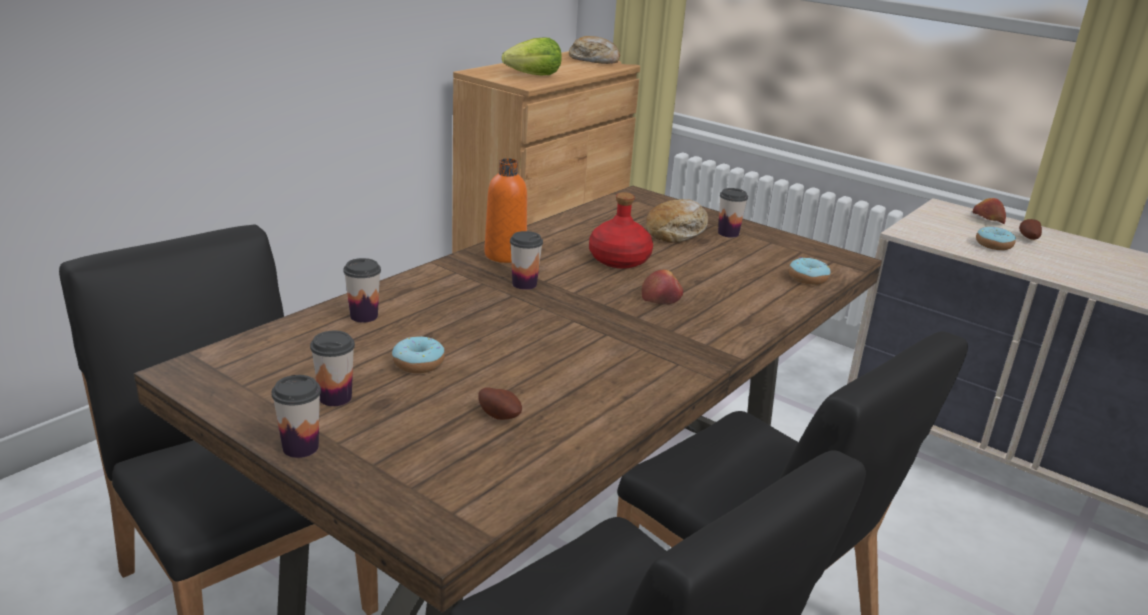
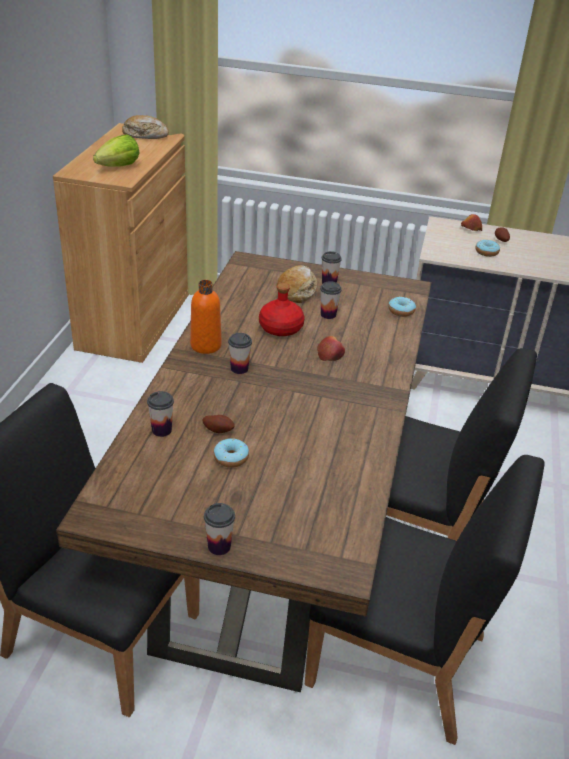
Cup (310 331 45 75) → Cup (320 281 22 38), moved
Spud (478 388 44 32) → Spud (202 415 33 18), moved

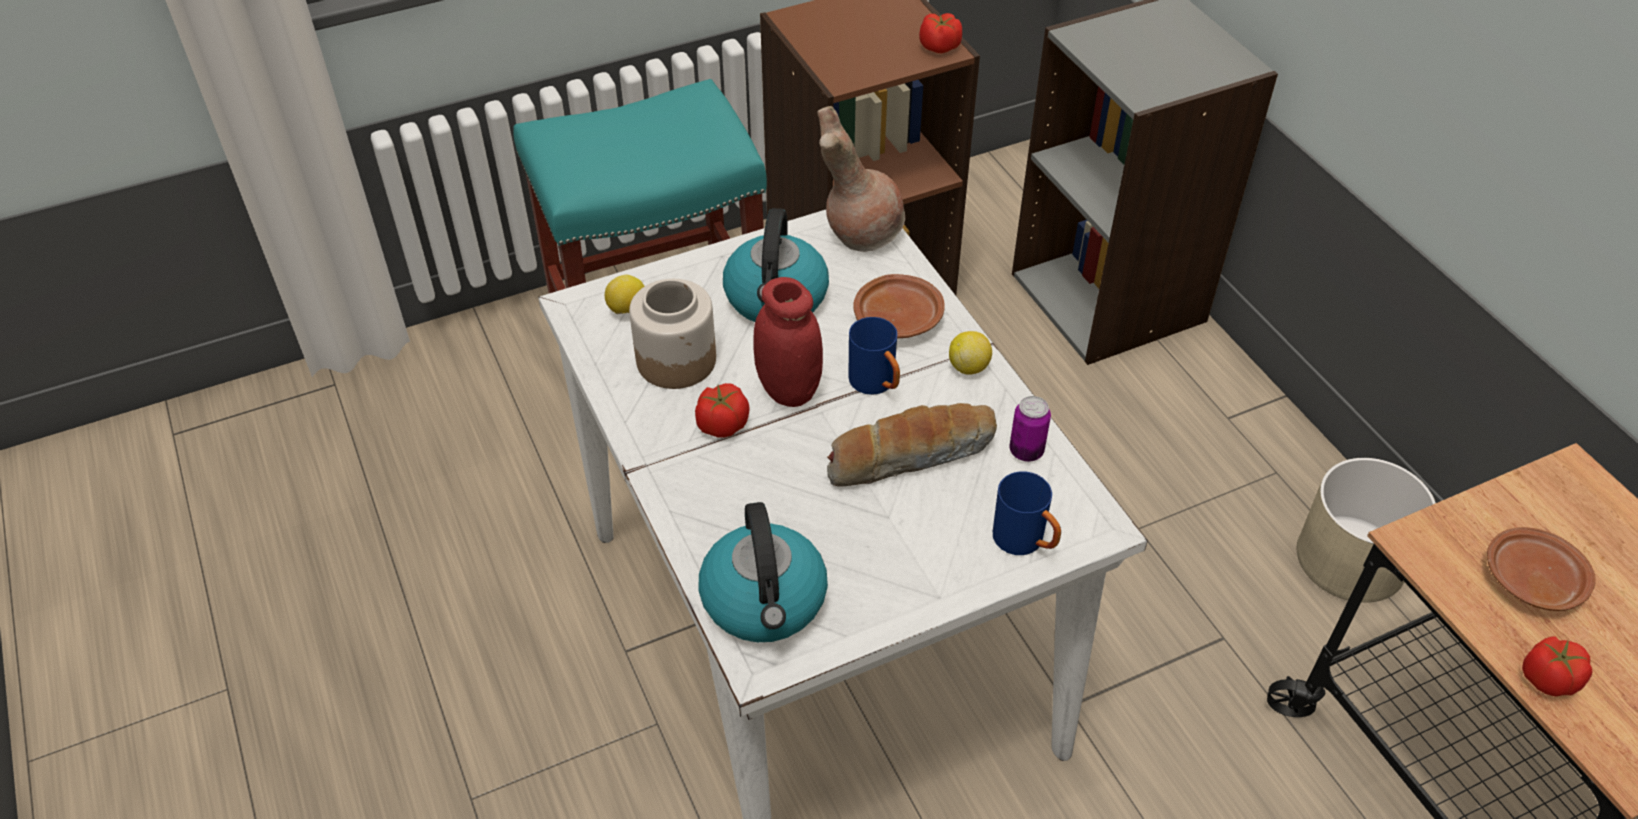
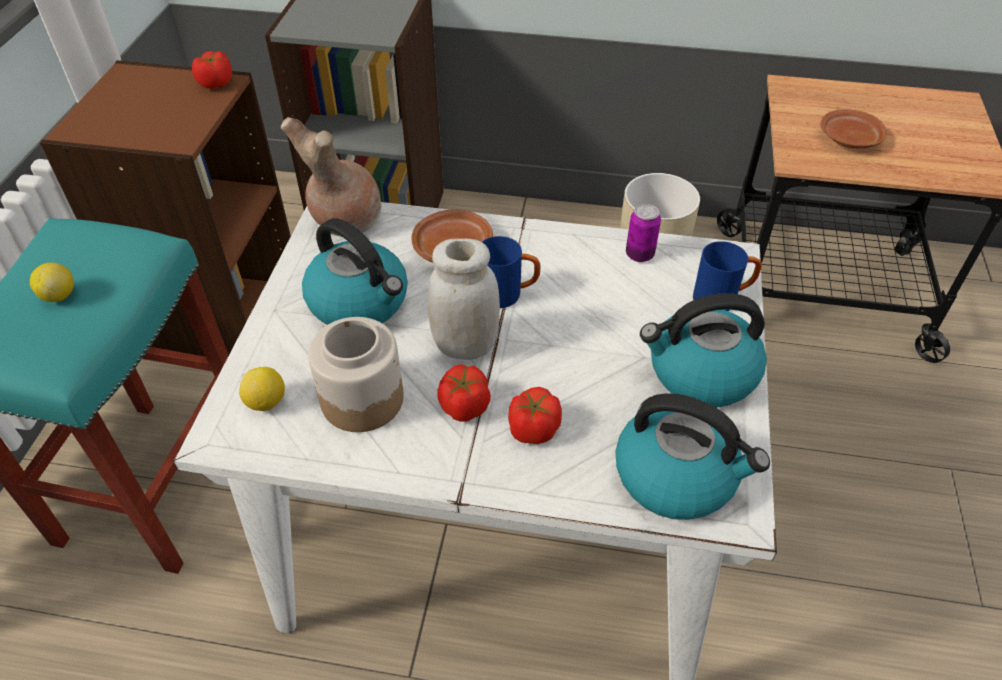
BakeryBread (827 403 170 84) → -
- → WaterKettle (640 293 127 114)
Lemon (949 331 43 44) → Lemon (30 262 44 40), moved
FreshTomato (1522 636 71 61) → FreshTomato (508 387 54 57), moved
ReddishJar (753 277 70 130) → WhiteColouredJar (428 239 72 121)

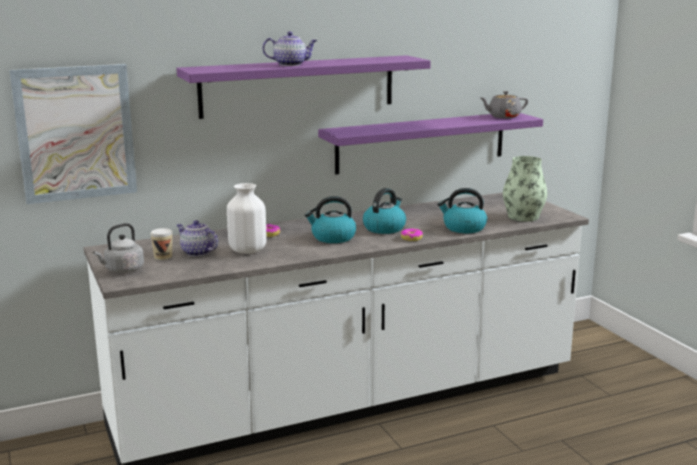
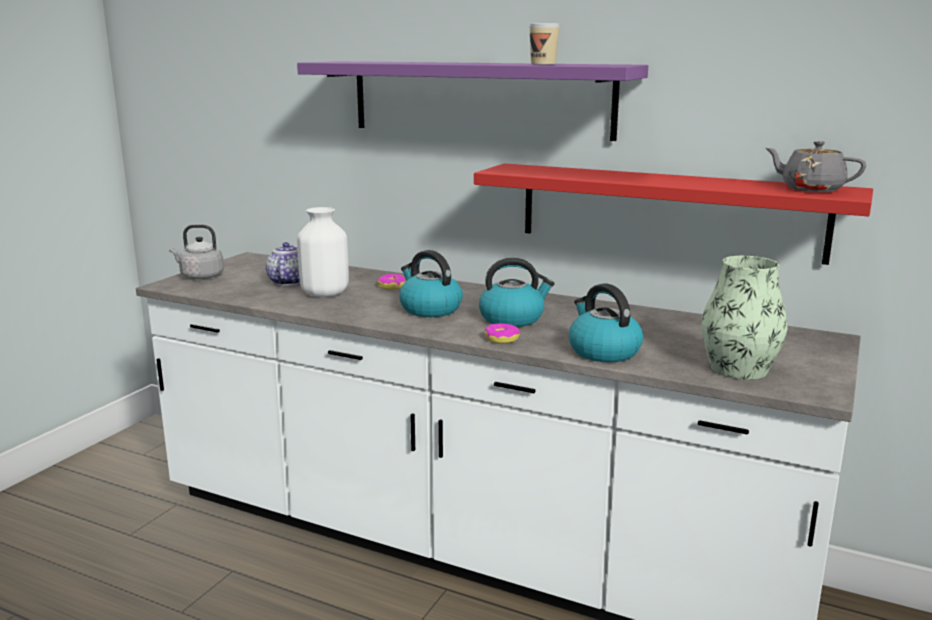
Picture (9 64 128 140) → -
TeaPot (262 32 55 34) → -
Cup (150 228 22 32) → Cup (529 23 31 42), moved
PurplishWallShelf (318 113 225 62) → ReddishWallShelf (474 163 399 102)

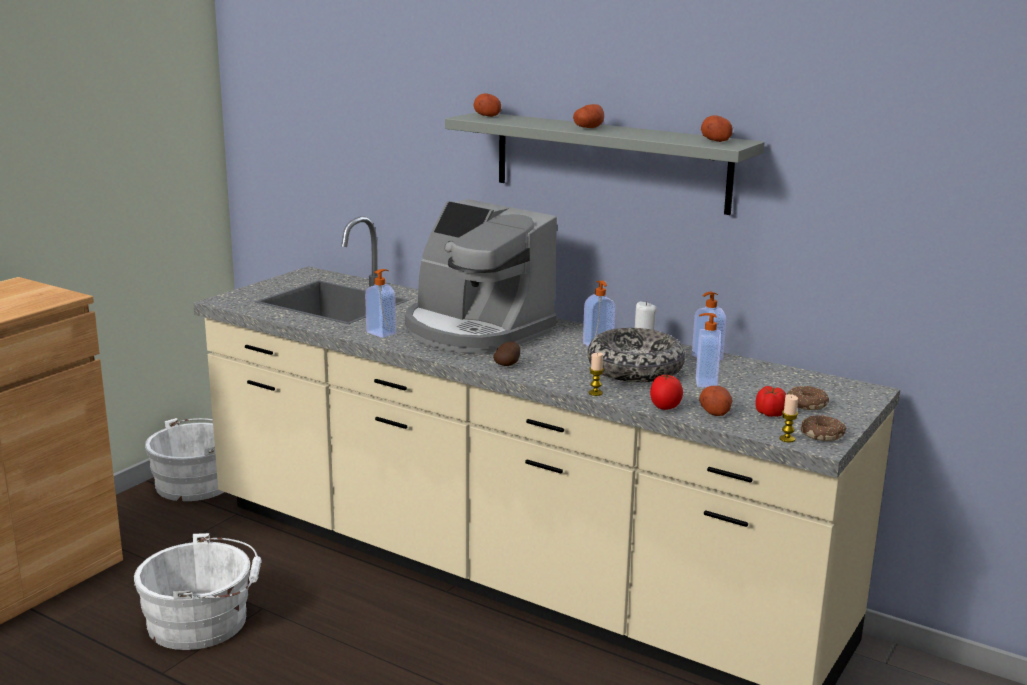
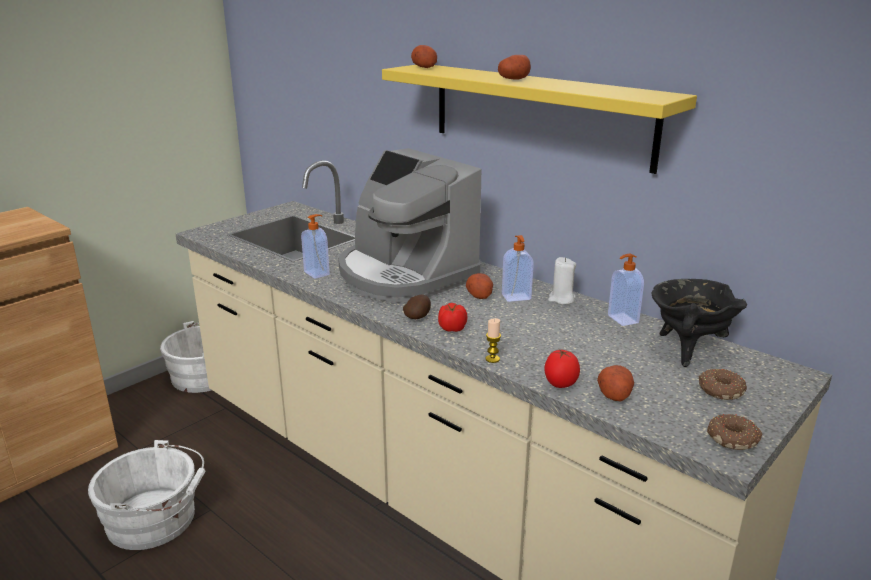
Bowl (588 328 97 54) → -
SoapDispenser (696 313 25 75) → -
WaxCandle (779 394 19 48) → -
- → BlackishSaucepot (652 279 95 88)
Spud (701 115 32 27) → Spud (466 273 27 26), moved
FreshTomato (755 386 31 31) → FreshTomato (438 303 29 29), moved
GreyishWallShelf (445 112 320 103) → YellowColouredWallShelf (382 65 315 109)

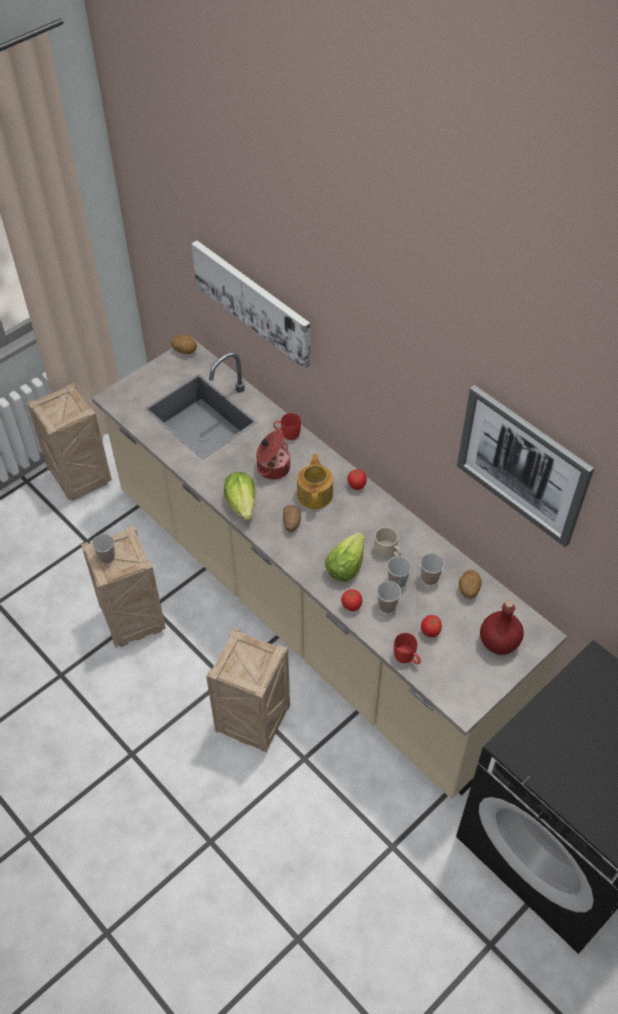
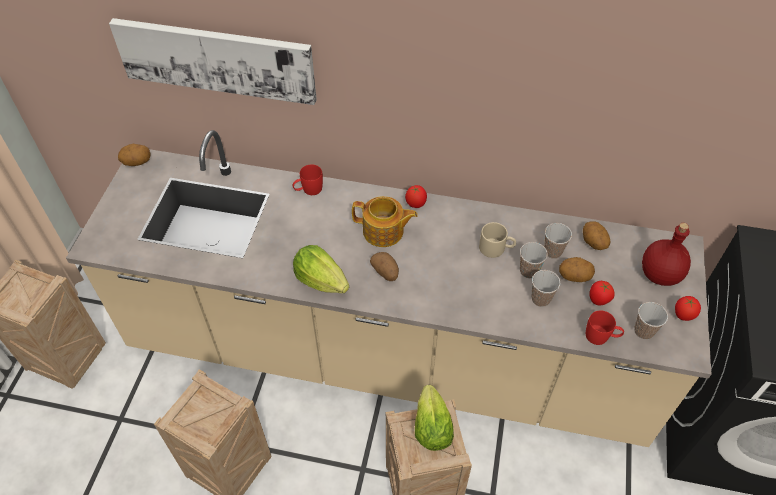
Saucepot (256 430 35 50) → -
Picture (457 385 137 162) → -
- → Spud (559 257 36 25)
Cup (92 534 23 30) → Cup (634 302 34 38), moved
Lettuce (325 532 40 50) → Lettuce (415 385 39 66), moved
FreshTomato (341 589 21 22) → FreshTomato (675 296 26 25), moved
TeaPot (297 454 36 55) → TeaPot (352 196 66 51), 135 degrees clockwise

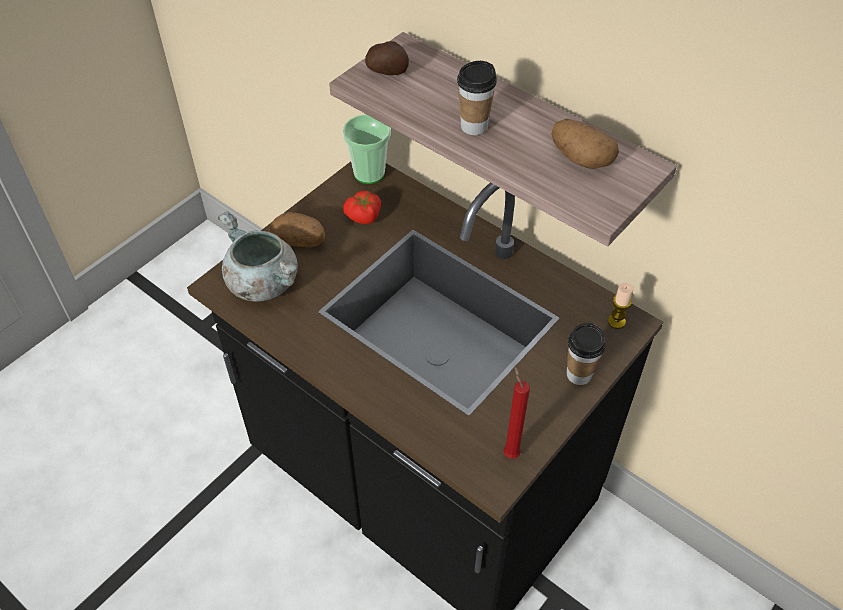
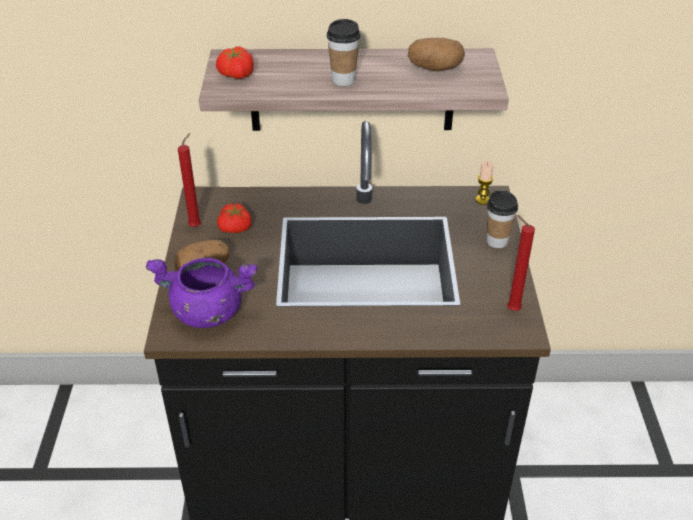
Cup (342 114 49 70) → -
- → ReddishWaxCandle (178 133 23 94)
Spud (365 41 44 34) → FreshTomato (216 46 38 33)
GreyishSaucepot (218 211 80 91) → PurplishSaucepot (146 258 111 70)

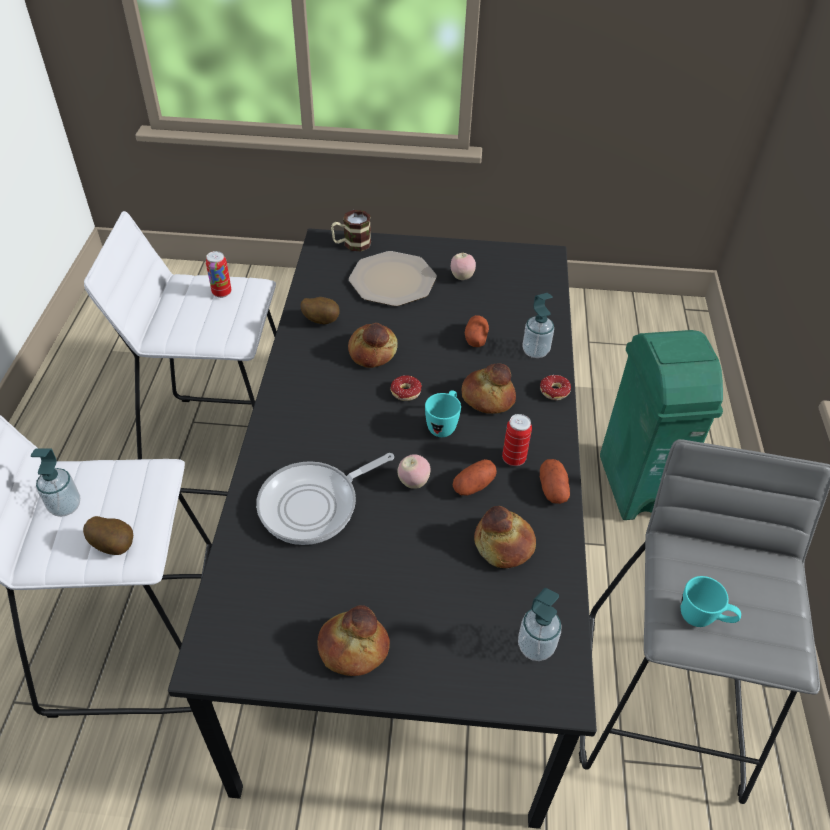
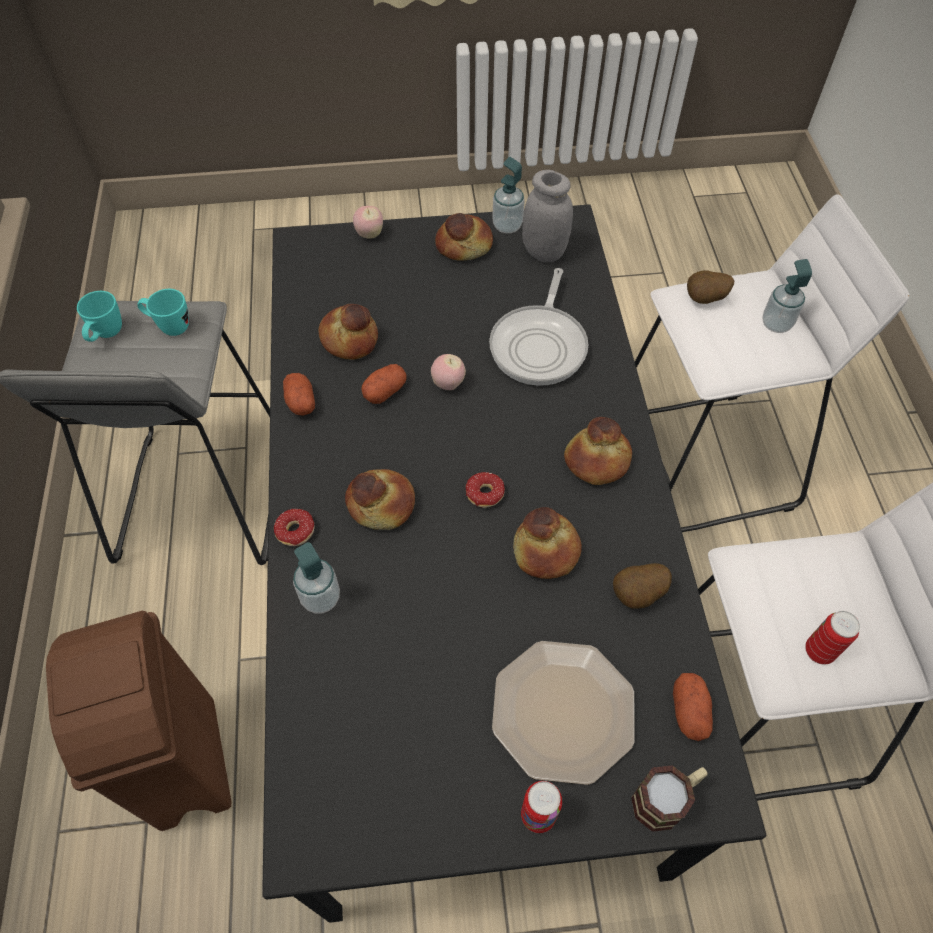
- → GreyishJar (522 170 51 92)
- → BakeryBread (564 417 68 68)
BlueGreenTeaMug (425 390 36 47) → BlueGreenTeaMug (77 291 45 51), moved
Apple (451 253 25 27) → Apple (353 206 30 33), moved
Spud (465 315 24 32) → Spud (673 673 40 68), moved
SealedCan (502 414 30 52) → SealedCan (521 781 41 52), moved
SoapDispenser (518 588 43 73) → SoapDispenser (492 157 33 76), moved
GreenColouredWasteBin (600 330 123 190) → BrownWasteBin (46 611 185 220)
Skillet (256 453 138 92) → Skillet (489 268 99 118), 150 degrees clockwise

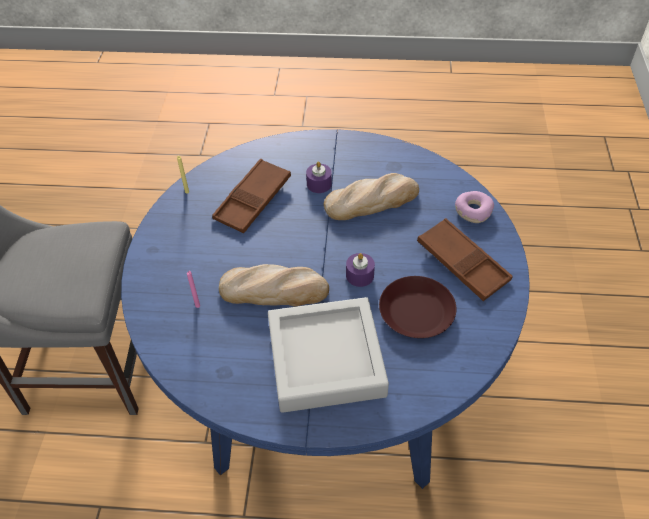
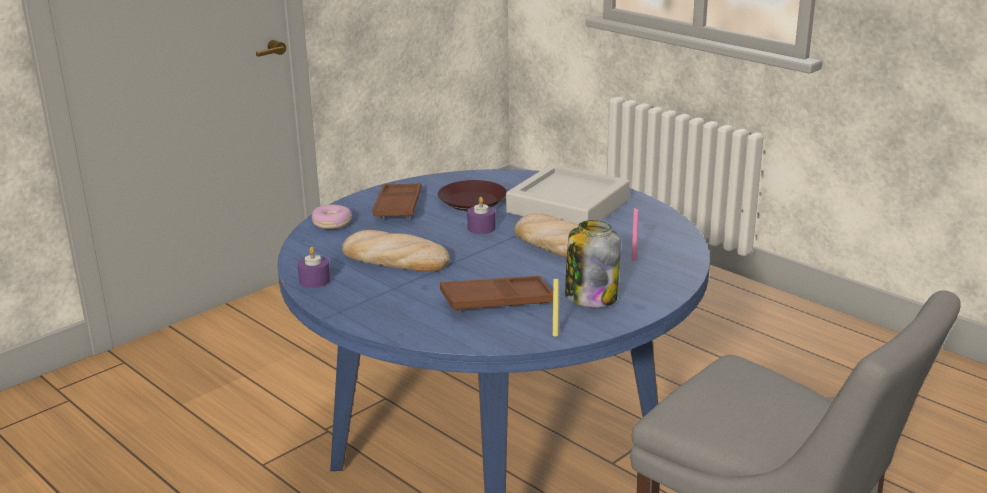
- → Jar (565 220 56 88)
PurplishWaxCandle (306 162 26 31) → PurplishWaxCandle (297 247 33 41), moved

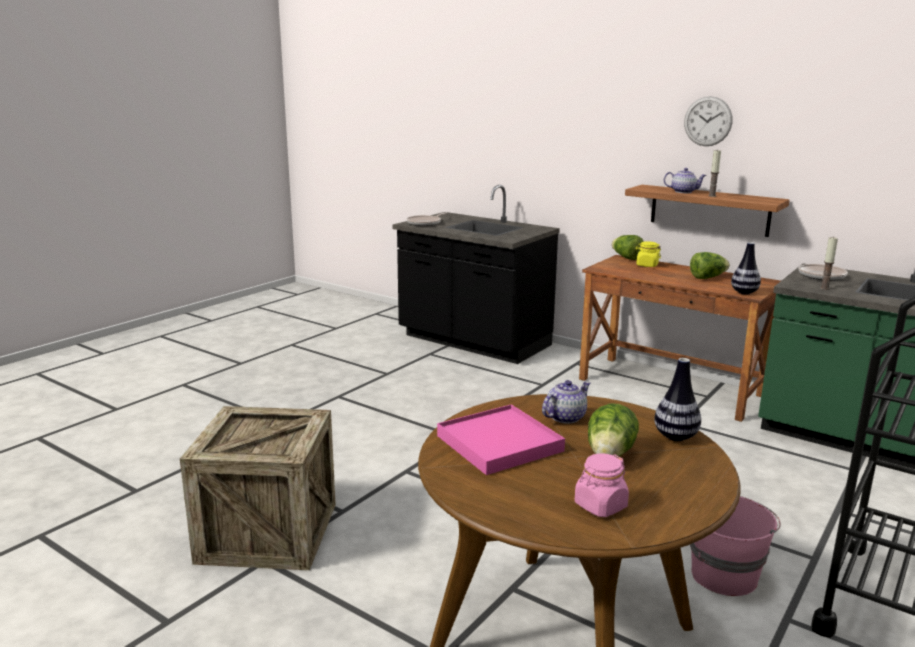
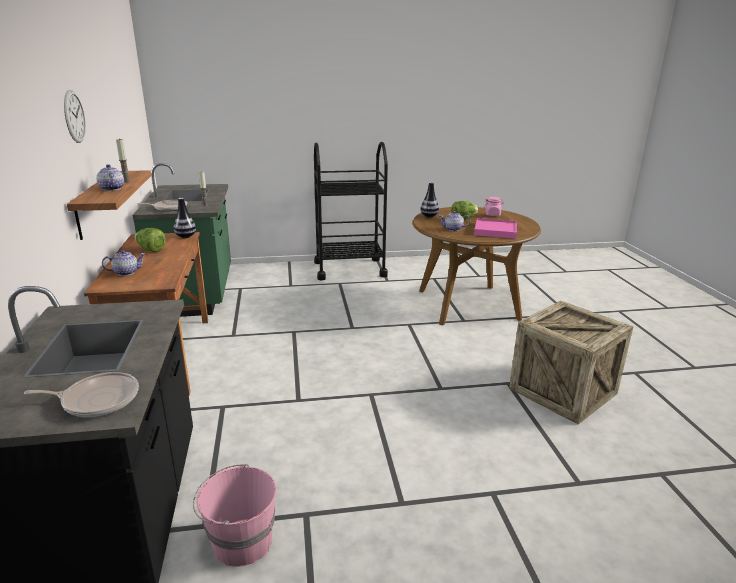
Lettuce (612 235 32 25) → -
PinkColouredPail (690 496 91 100) → PinkColouredPail (193 464 84 103), moved
YellowColouredJar (635 241 26 26) → TeaPot (102 250 43 26)

